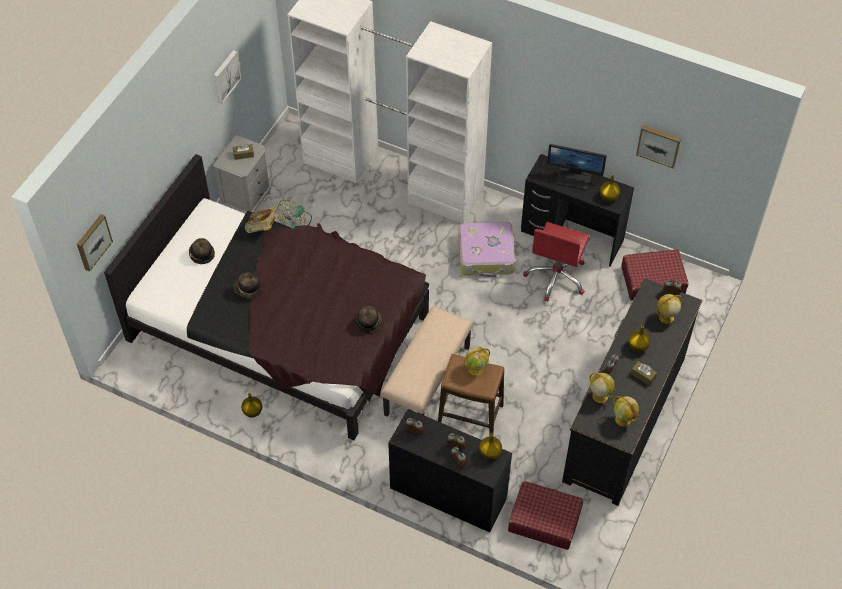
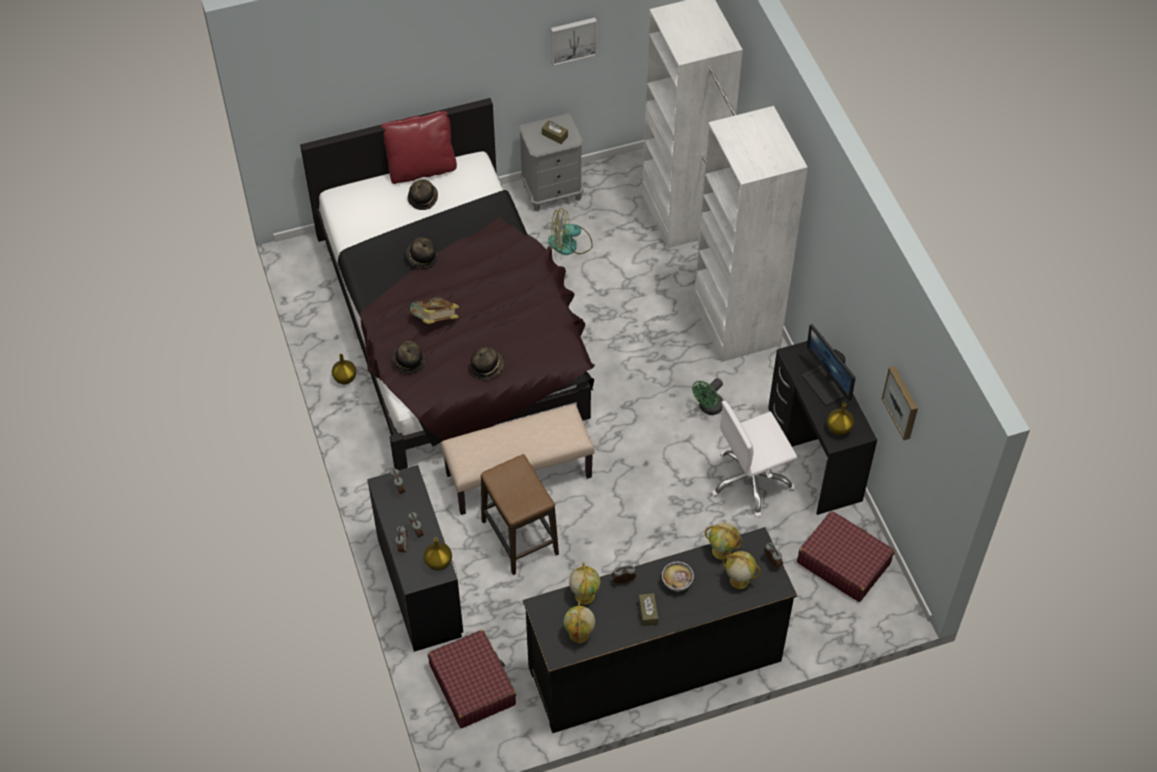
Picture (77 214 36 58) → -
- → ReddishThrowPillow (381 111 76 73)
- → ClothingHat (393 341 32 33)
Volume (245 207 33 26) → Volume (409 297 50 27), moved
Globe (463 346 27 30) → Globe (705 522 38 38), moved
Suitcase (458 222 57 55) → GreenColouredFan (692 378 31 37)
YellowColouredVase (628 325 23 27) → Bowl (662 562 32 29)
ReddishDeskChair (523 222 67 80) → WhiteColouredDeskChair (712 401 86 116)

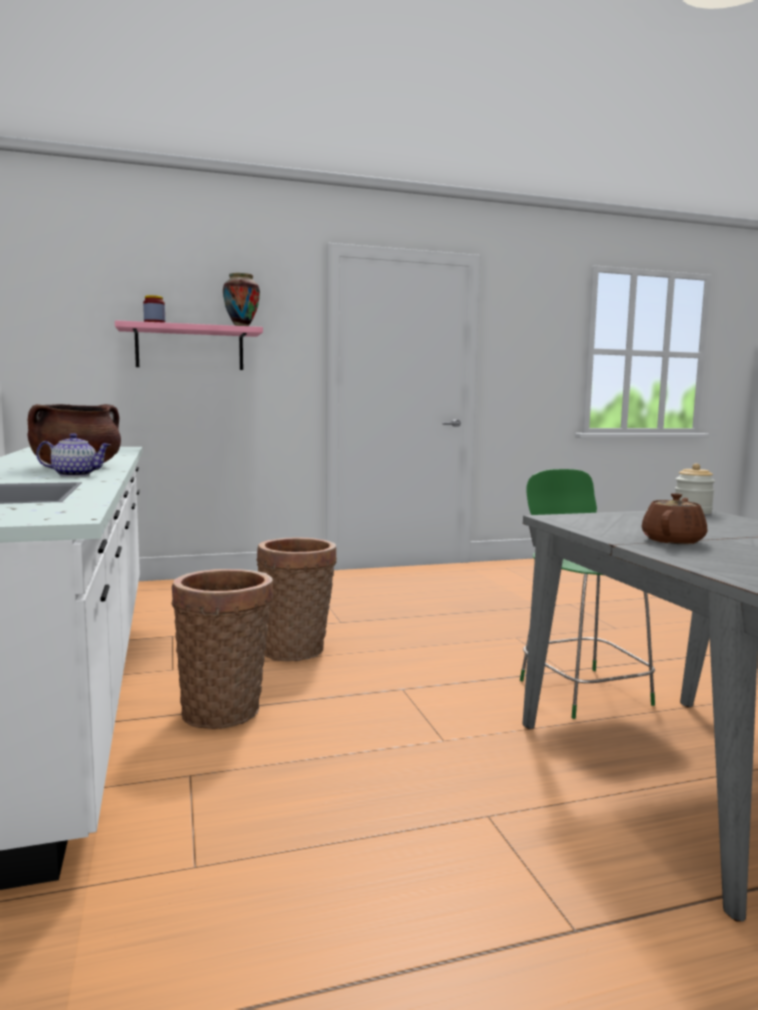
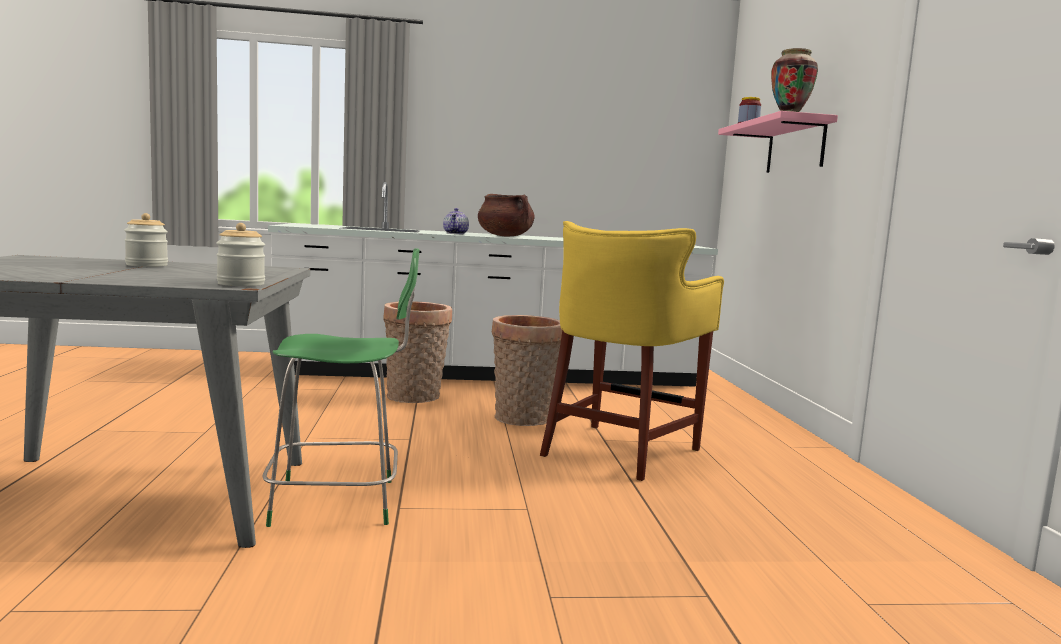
- → YellowColouredSittingStool (540 221 184 260)
BrownTeaPot (642 493 65 51) → Jar (124 213 44 54)

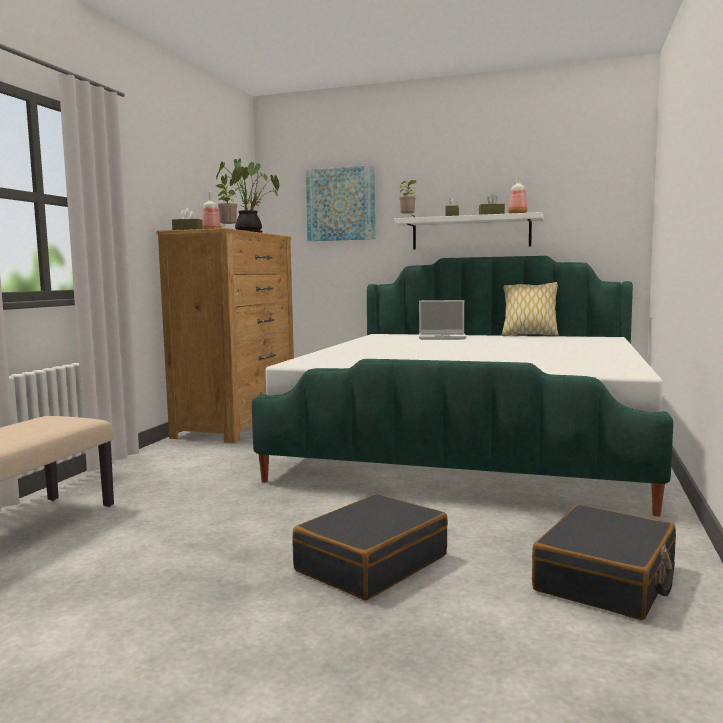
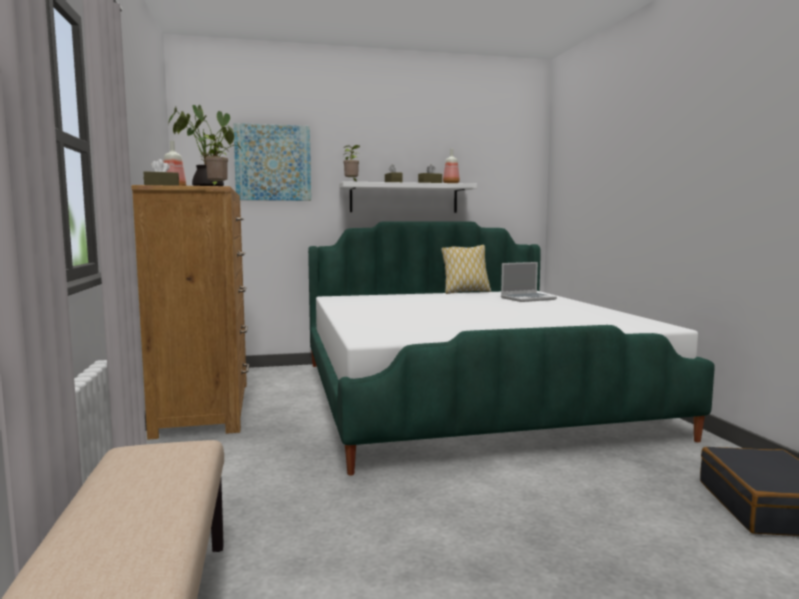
BlackishSuitcase (292 494 156 106) → -
PortableComputer (419 300 47 40) → PortableComputer (501 262 56 40), moved

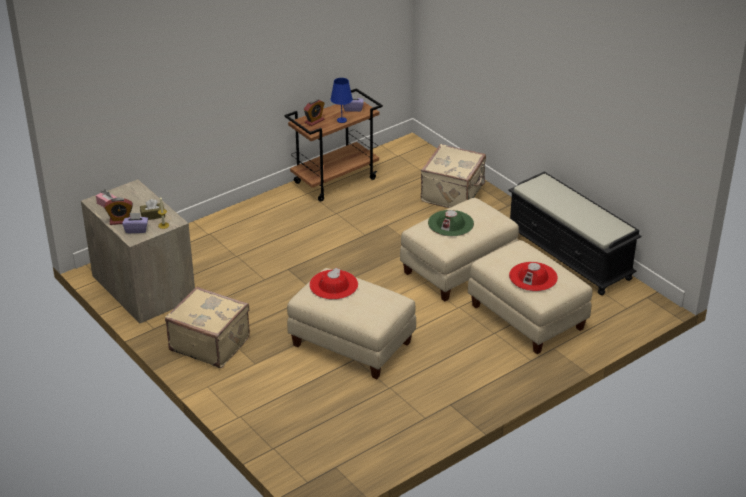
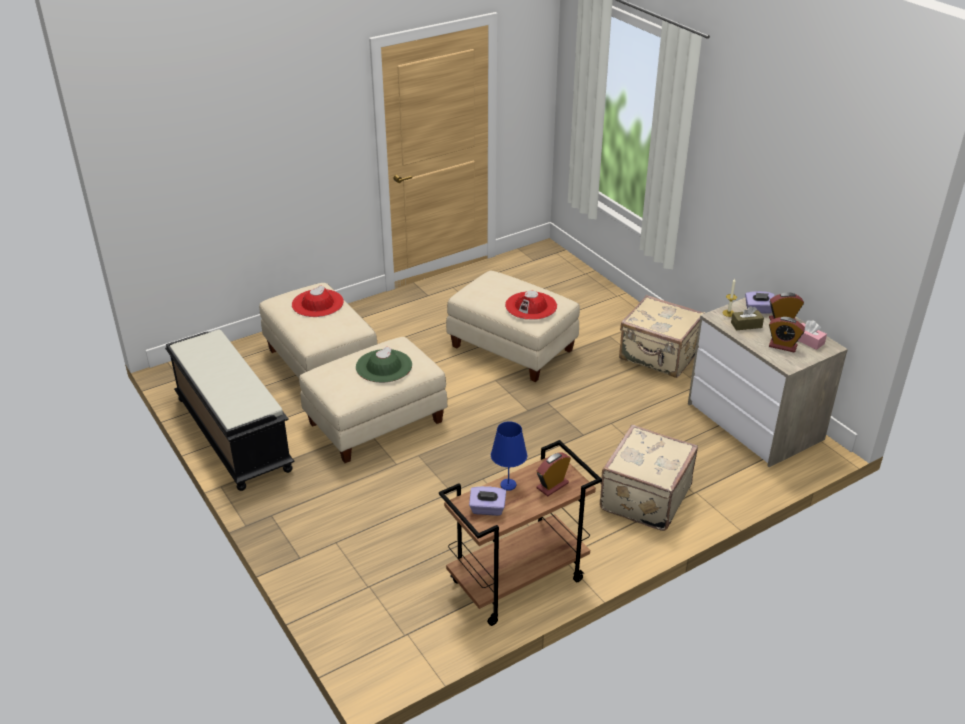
- → BedsideClock (769 317 36 35)
SandColouredSuitcase (421 144 65 64) → SandColouredSuitcase (600 425 98 106), moved

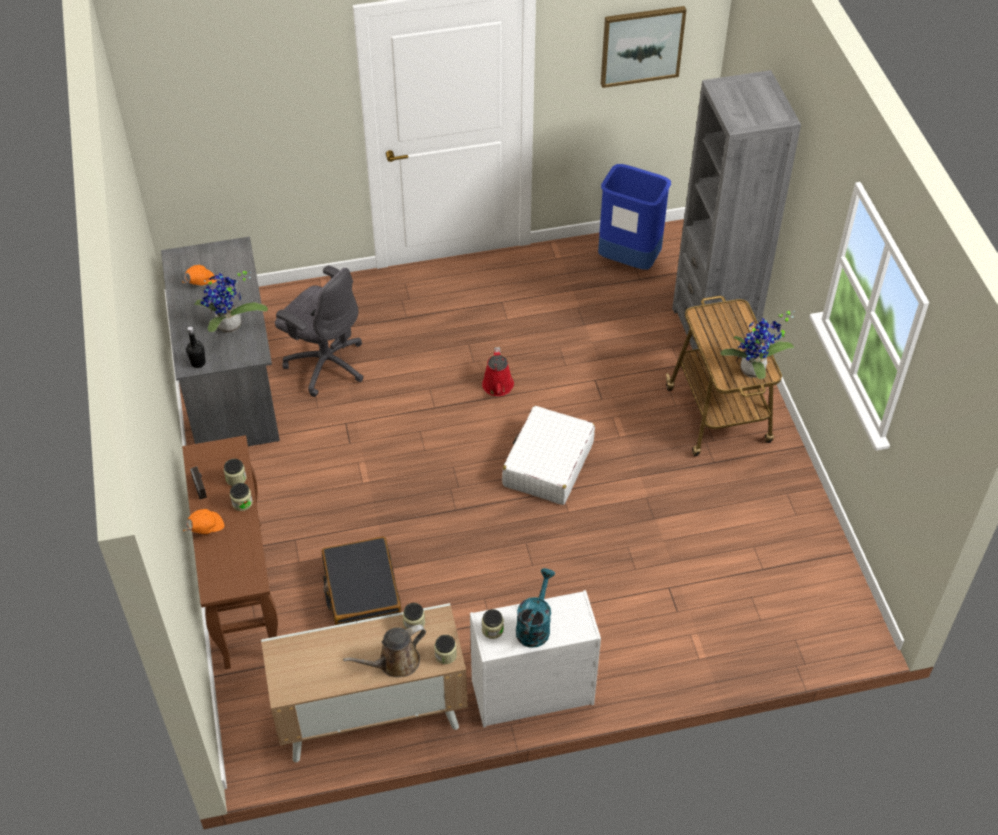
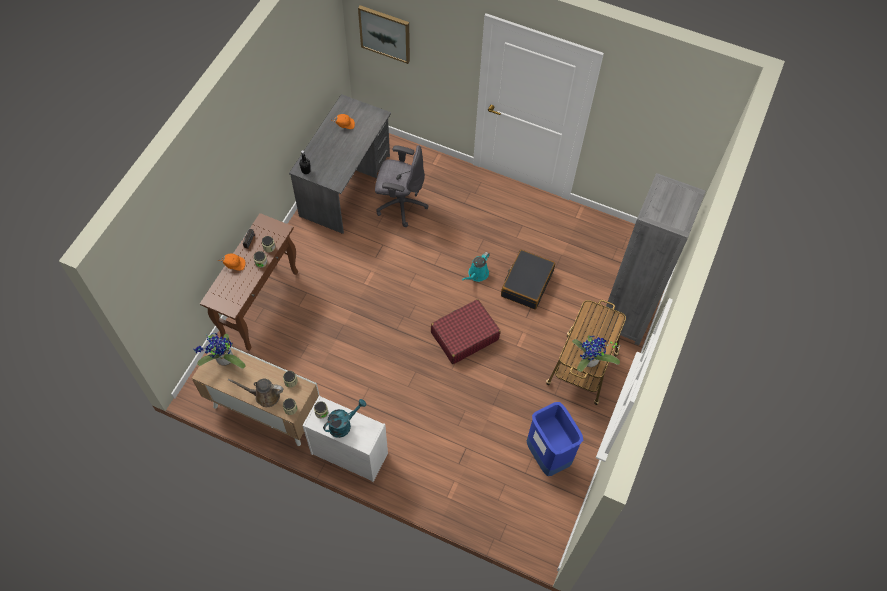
Houseplant (194 271 74 62) → Houseplant (193 333 52 36), moved
BlackishSuitcase (322 537 80 88) → BlackishSuitcase (501 250 54 60), moved
BluishWasteBin (598 164 73 106) → BluishWasteBin (527 402 56 74), moved
Picture (601 6 85 82) → Picture (358 5 52 59), moved
ReddishSprinklingCan (482 347 32 49) → BlueGreenSprinklingCan (462 252 28 30)
WhiteColouredSuitcase (502 406 93 99) → ReddishSuitcase (431 299 70 65)
GreyishDeskChair (275 266 89 131) → GreyishDeskChair (375 145 53 82), 60 degrees counterclockwise

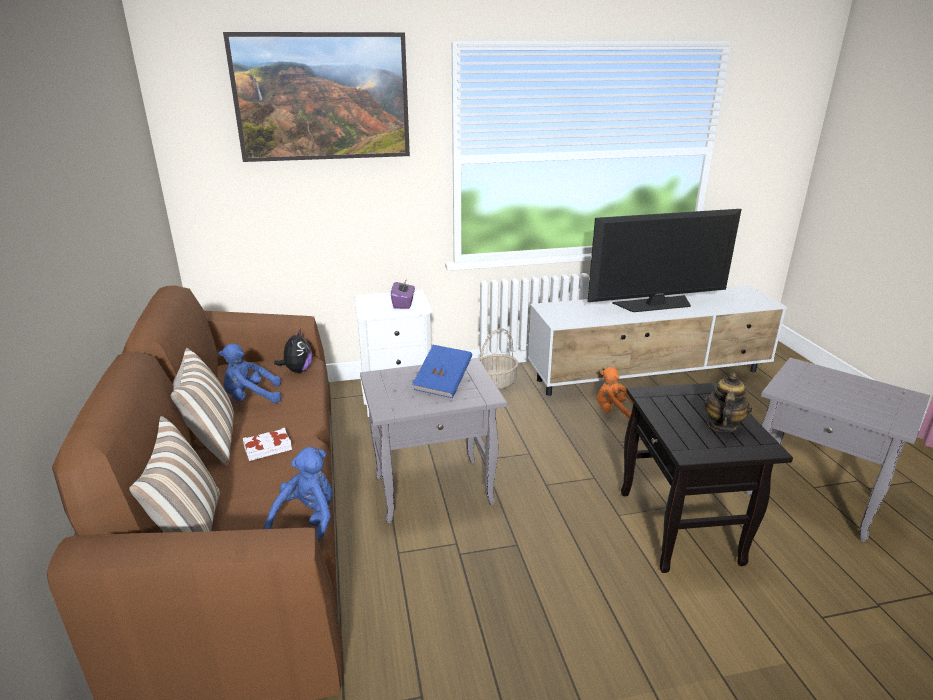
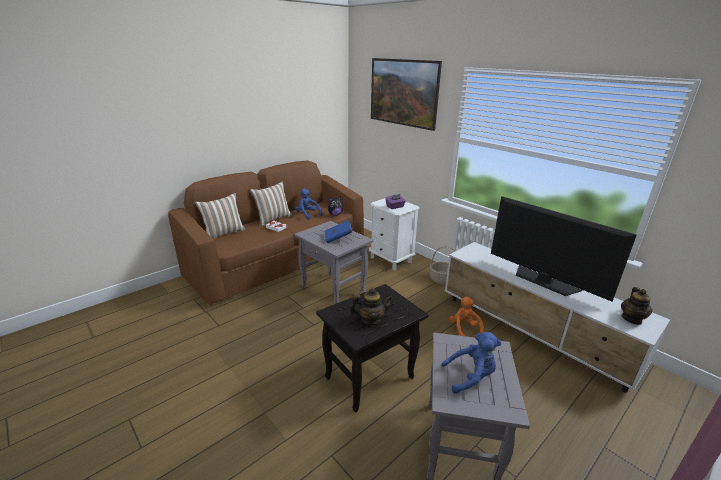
- → TeaPot (621 287 31 38)
BluishCuddlyToy (263 447 70 94) → BluishCuddlyToy (441 332 60 62), moved

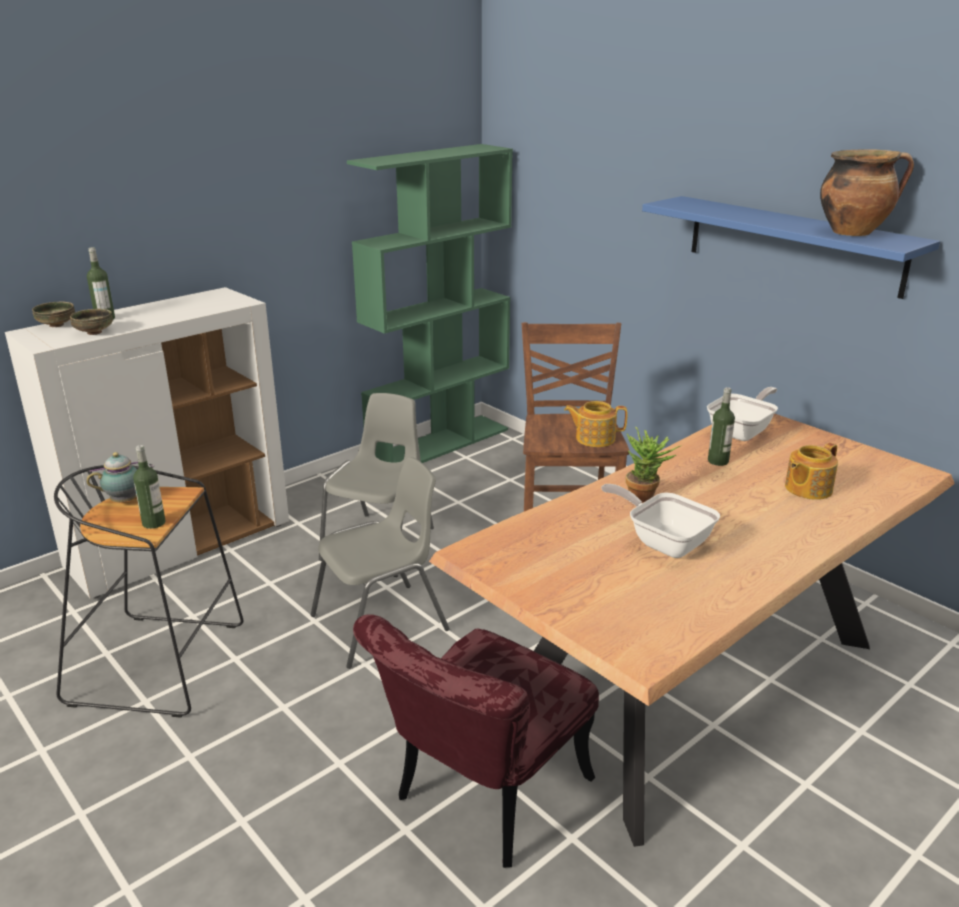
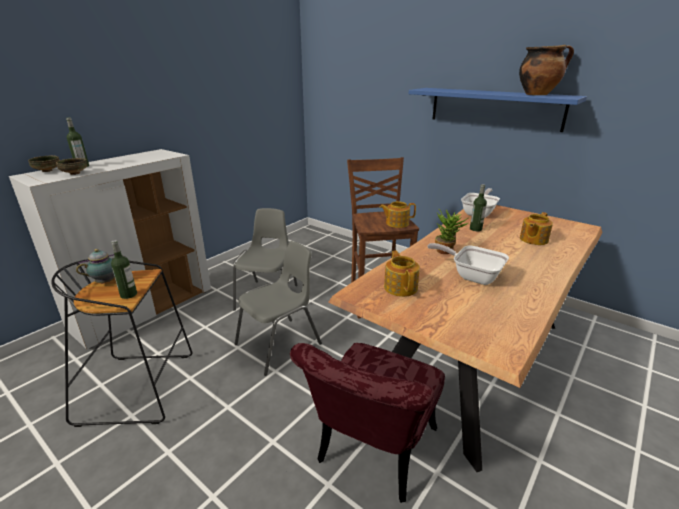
GreenColouredShelvingUnit (347 144 166 319) → -
- → TeaPot (384 251 36 46)

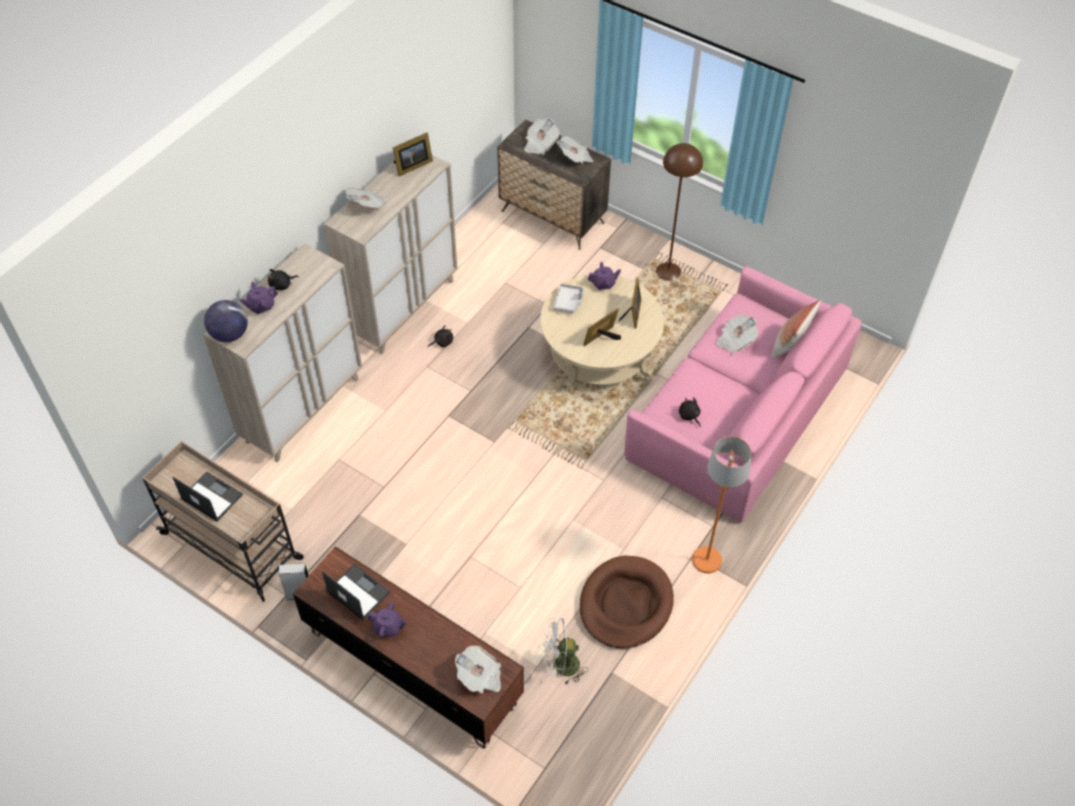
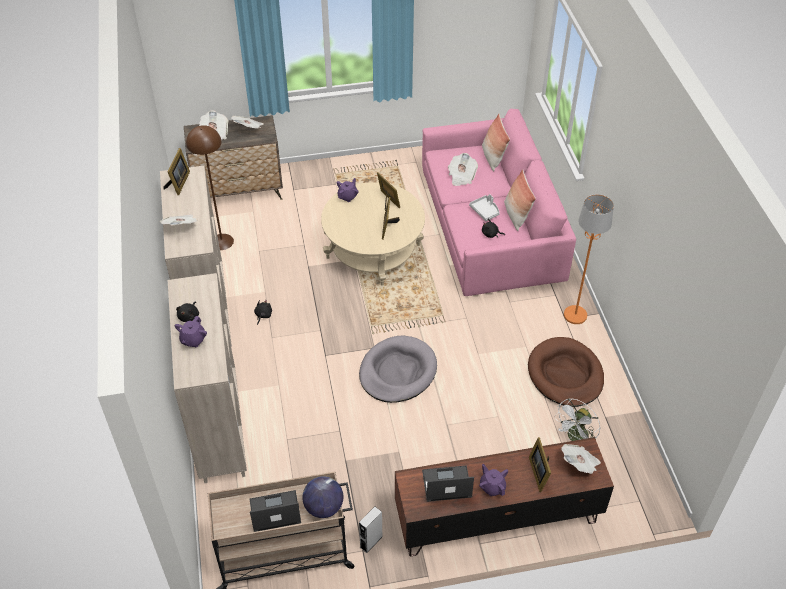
- → GreyishDogCushion (359 335 78 68)
- → ThrowPillow (504 169 32 62)
- → StandingFrame (529 437 22 55)
Globe (204 300 44 42) → Globe (302 476 41 42), moved
GreyishServingTray (553 283 32 31) → GreyishServingTray (469 194 31 27), moved
BrownFloorLamp (656 143 47 138) → BrownFloorLamp (186 125 48 125), moved
PurplishTeaPot (367 601 40 36) → PurplishTeaPot (479 464 29 32), 90 degrees counterclockwise

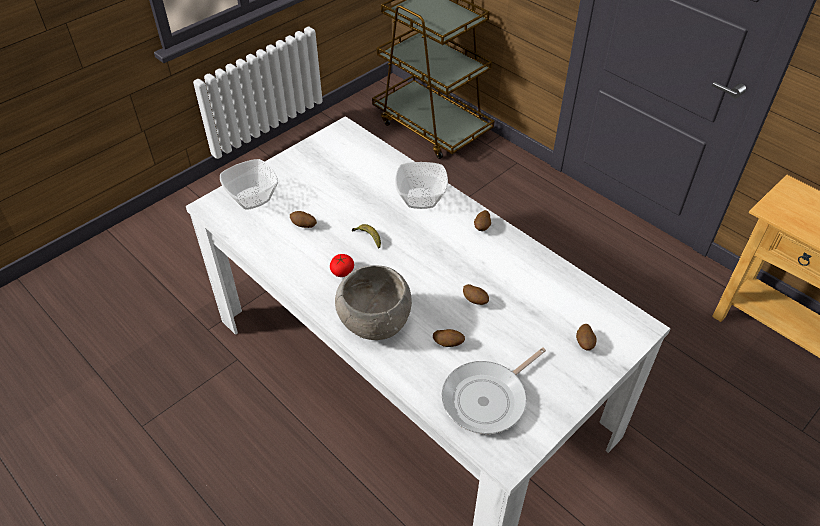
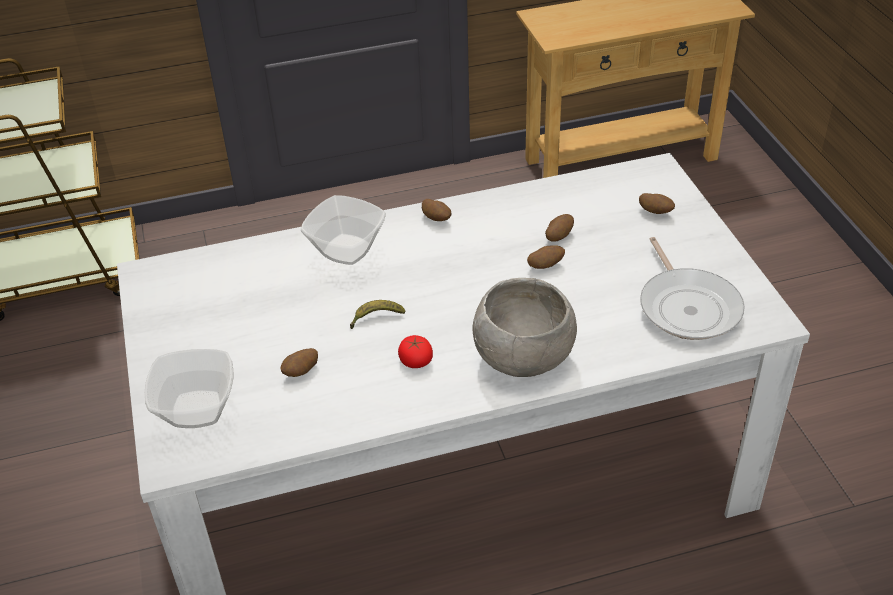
Spud (433 329 32 18) → Spud (545 214 29 28), moved

